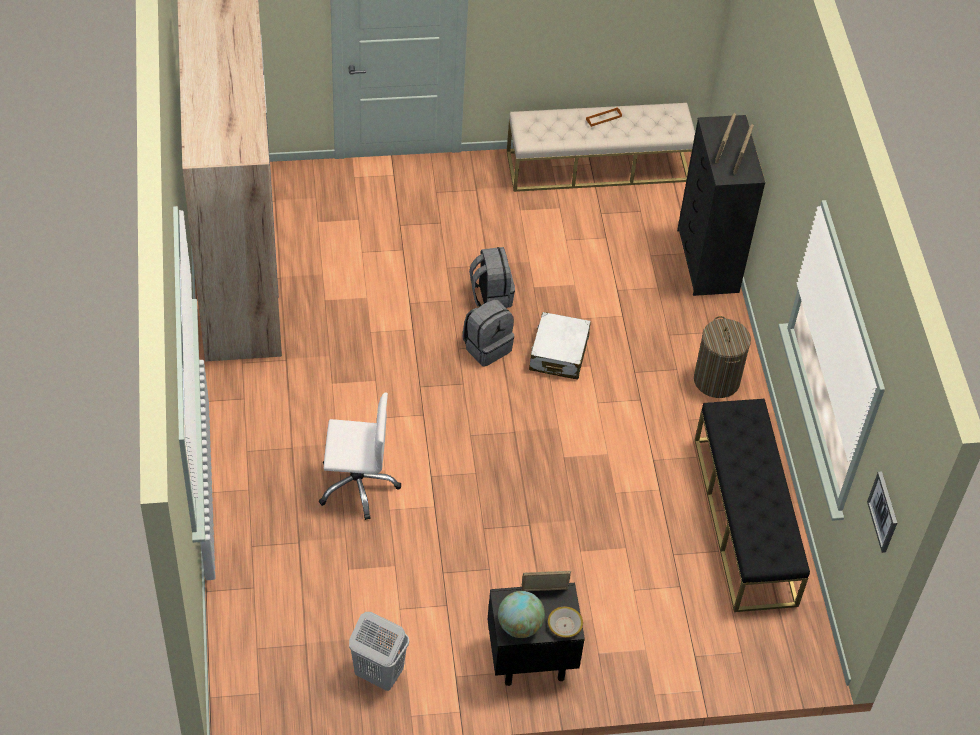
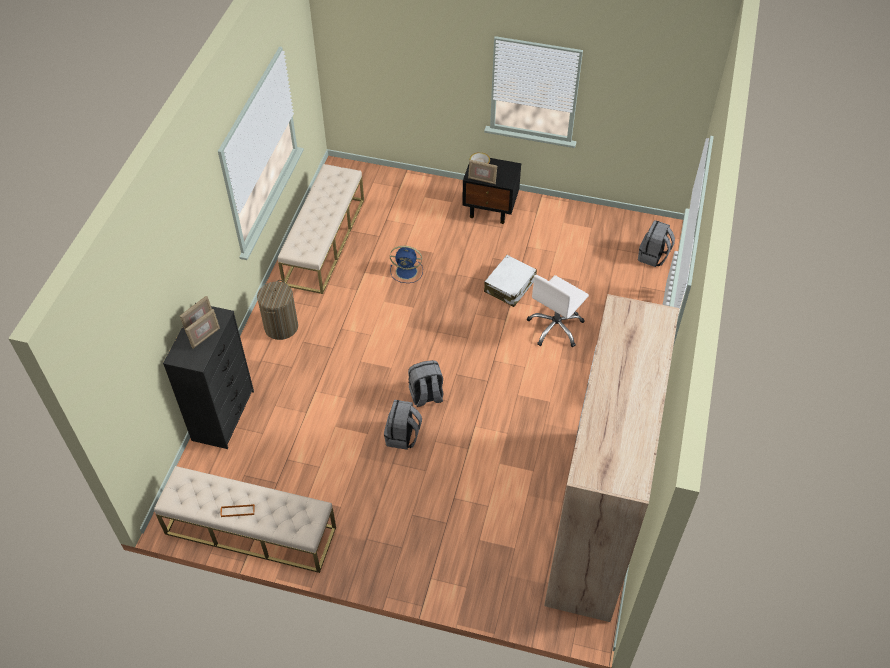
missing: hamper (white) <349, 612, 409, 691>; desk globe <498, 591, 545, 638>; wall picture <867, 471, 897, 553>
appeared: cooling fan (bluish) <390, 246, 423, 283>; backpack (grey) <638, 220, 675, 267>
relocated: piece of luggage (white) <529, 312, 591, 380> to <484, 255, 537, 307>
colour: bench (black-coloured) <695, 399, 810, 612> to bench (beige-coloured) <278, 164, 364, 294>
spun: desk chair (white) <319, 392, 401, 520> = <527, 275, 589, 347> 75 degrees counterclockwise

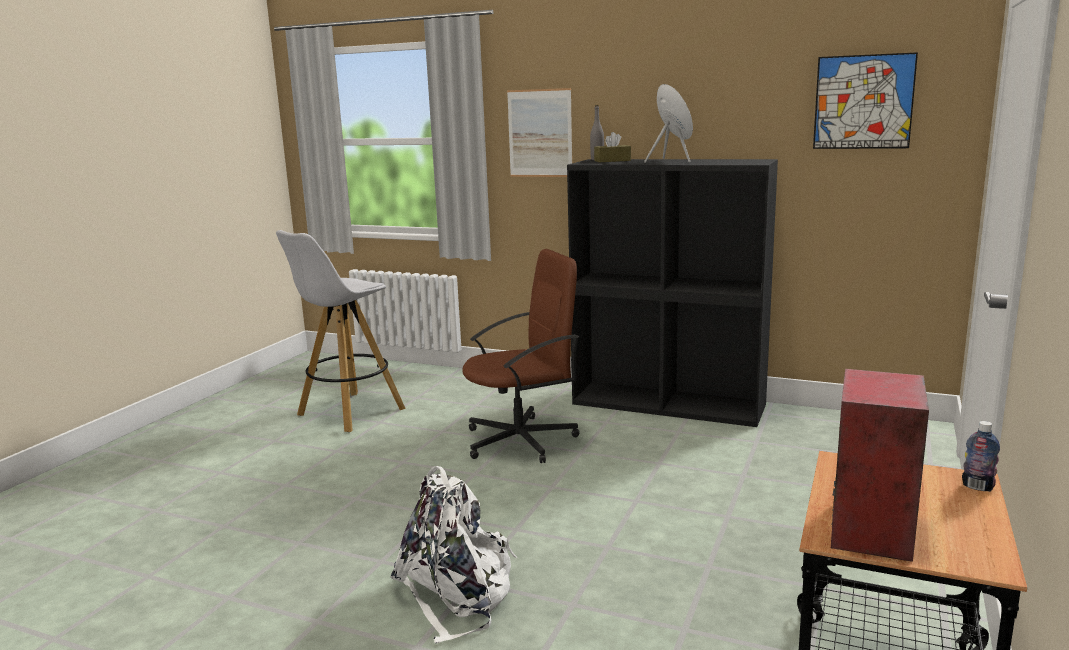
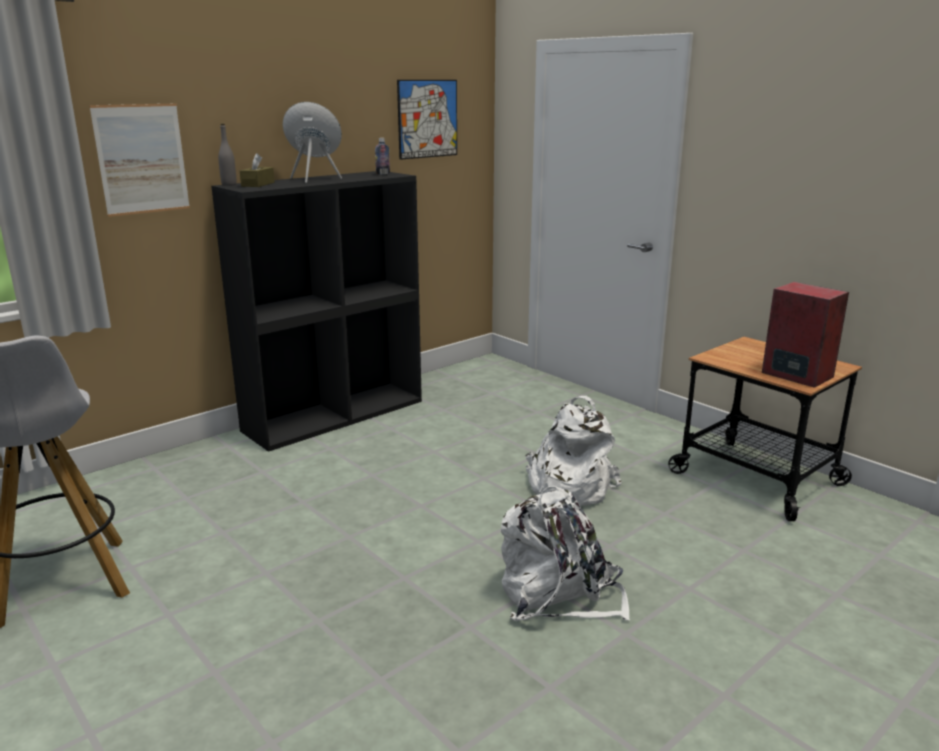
missing: desk chair (brown-coloured) <462, 249, 579, 463>
appeared: backpack (white) <525, 396, 622, 506>
relocated: drink bottle <962, 421, 1000, 491> to <375, 138, 390, 175>

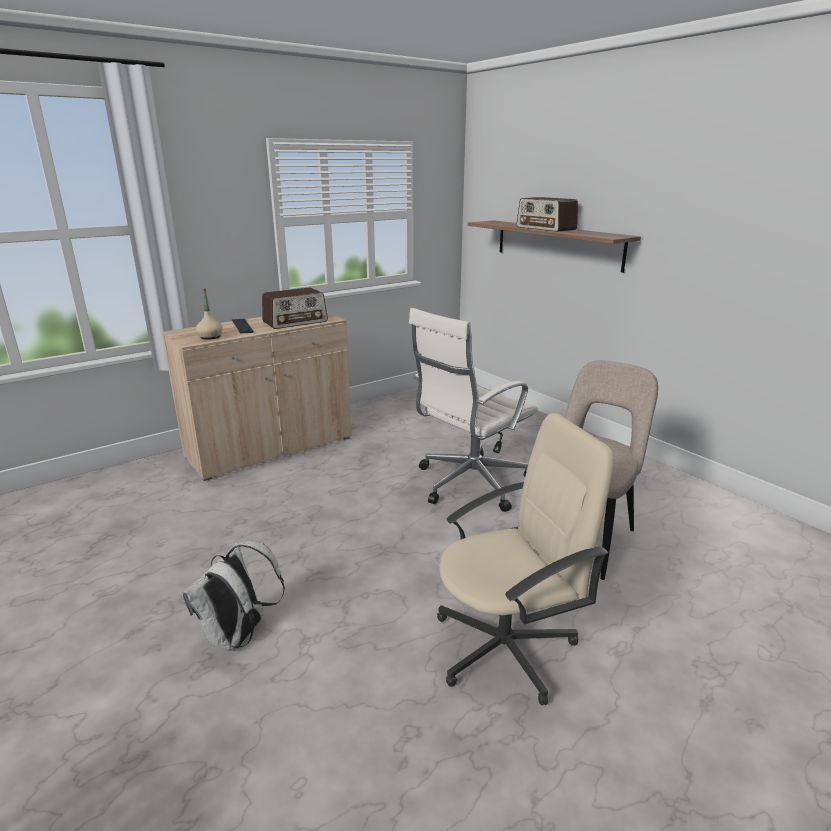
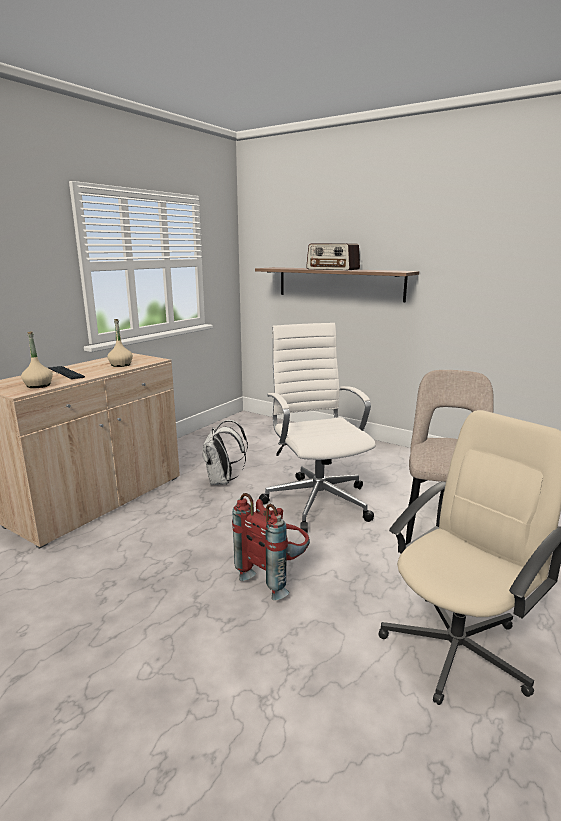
appeared: backpack (red-coloured) <232, 493, 310, 600>
relocated: backpack (white) <182, 541, 285, 651> to <203, 420, 248, 485>
exchanged: radio set <262, 287, 328, 329> to drink bottle (beige-coloured) <108, 319, 133, 367>
spun: desk chair (white) <409, 308, 538, 512> = <259, 323, 376, 533> 135 degrees clockwise

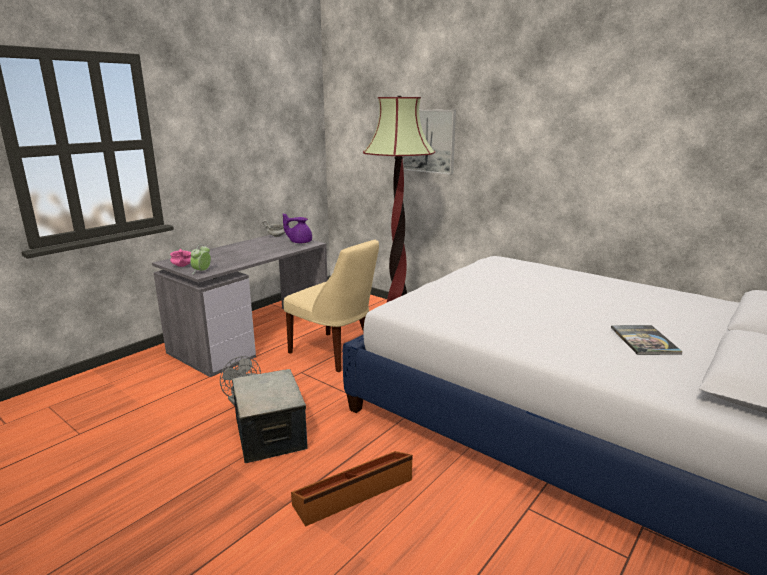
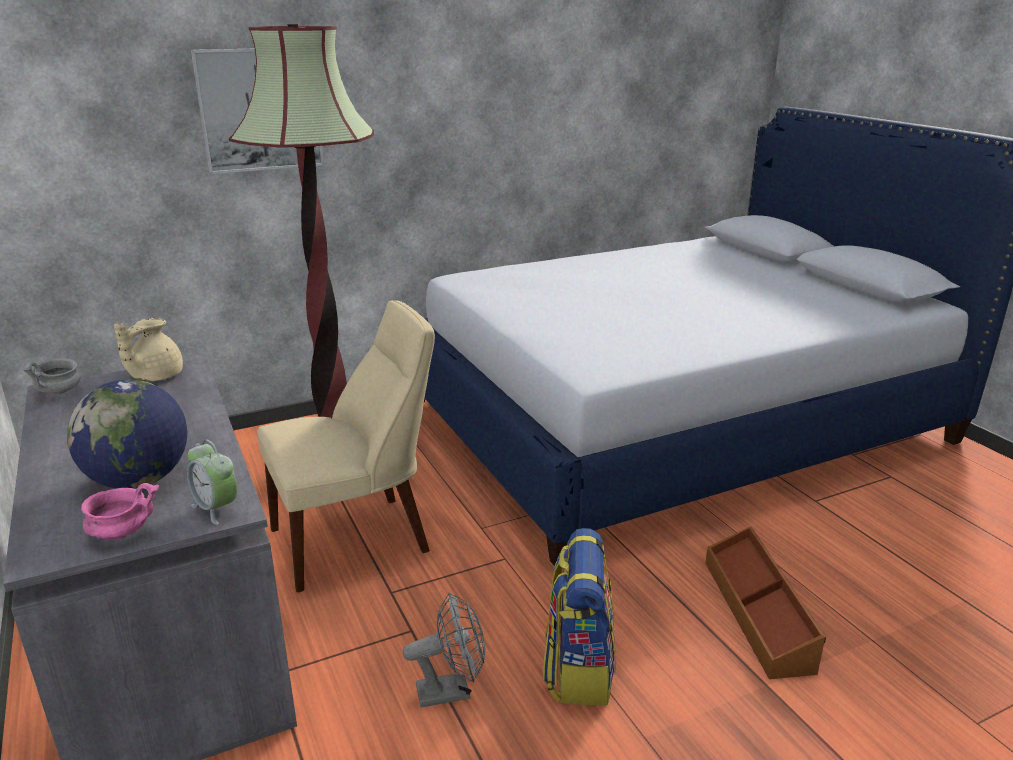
missing: bound book <611, 325, 683, 355>
appeared: desk globe <67, 379, 187, 489>
exchanged: storage box <232, 369, 308, 463> to backpack <543, 528, 616, 705>
colour: pot for tea (purplish) <283, 213, 312, 243> to pot for tea (beige-coloured) <114, 318, 183, 381>

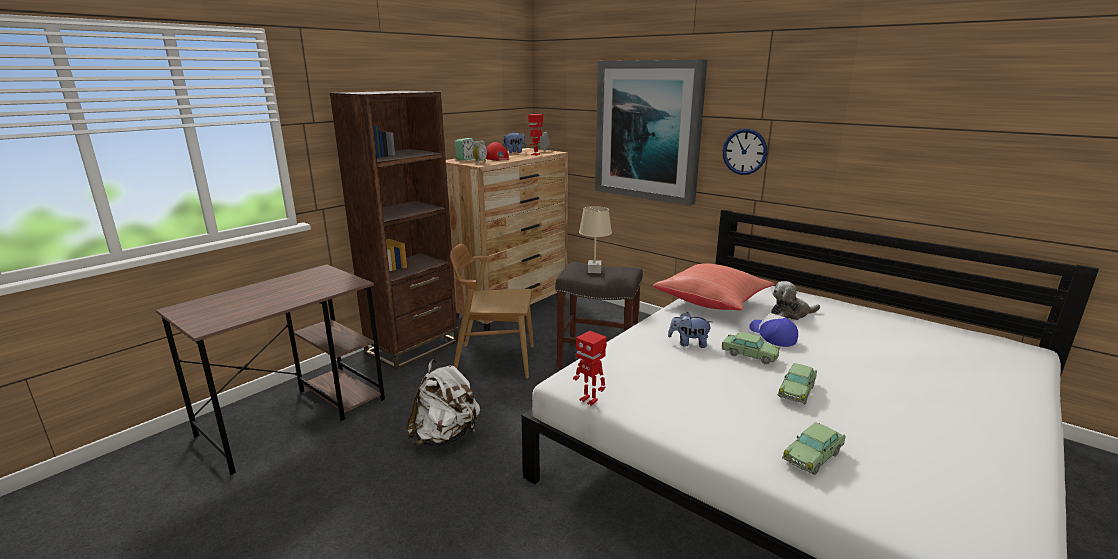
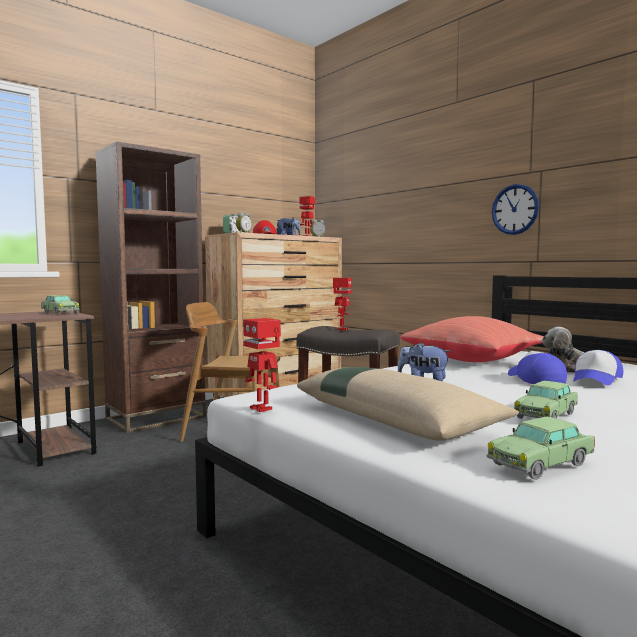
missing: backpack (white) <406, 359, 480, 446>; wall picture <595, 59, 708, 206>
appeared: cushion (beige-coloured) <297, 367, 519, 441>; baseball cap <573, 350, 623, 386>
relocated: toy car <722, 332, 780, 365> to <41, 295, 80, 315>
exchanged: table lamp (beige-coloured) <579, 206, 612, 273> to model robot <333, 278, 351, 330>

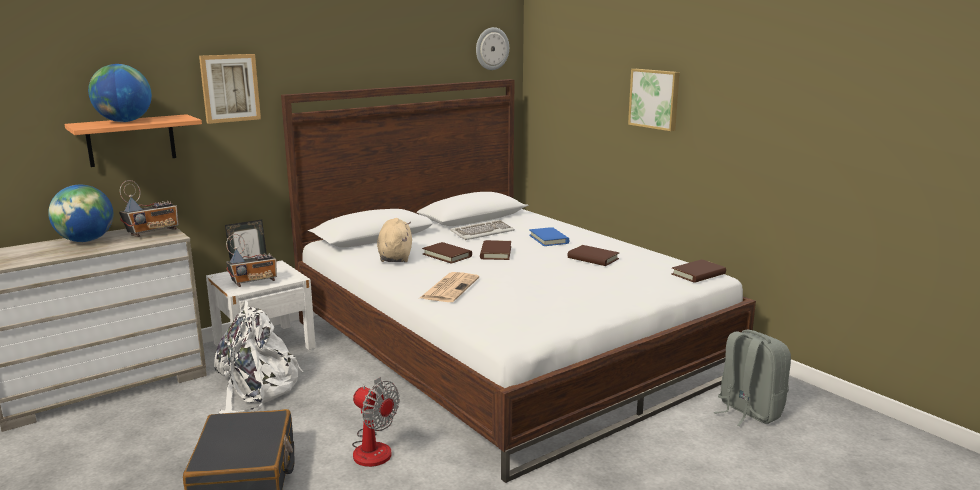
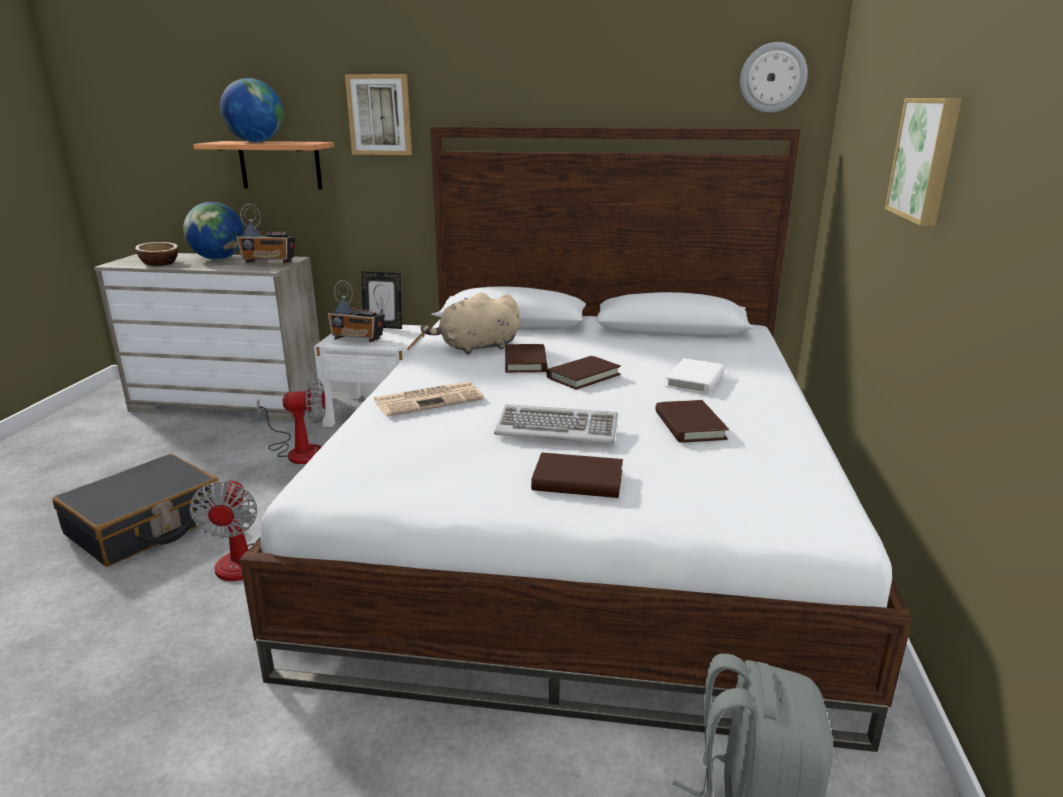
appeared: serving bowl <135, 242, 178, 266>
relocated: keyboard <450, 220, 514, 240> to <494, 404, 618, 444>; bound book (brown-coloured) <671, 259, 726, 283> to <531, 453, 623, 498>
exchanged: backpack (white) <214, 301, 303, 414> to cooling fan <257, 377, 326, 464>
colour: bound book (bluish) <529, 227, 569, 246> to bound book (white) <665, 358, 724, 394>
spun: plush toy (beige-coloured) <377, 218, 412, 262> = <421, 292, 520, 355> 150 degrees counterclockwise

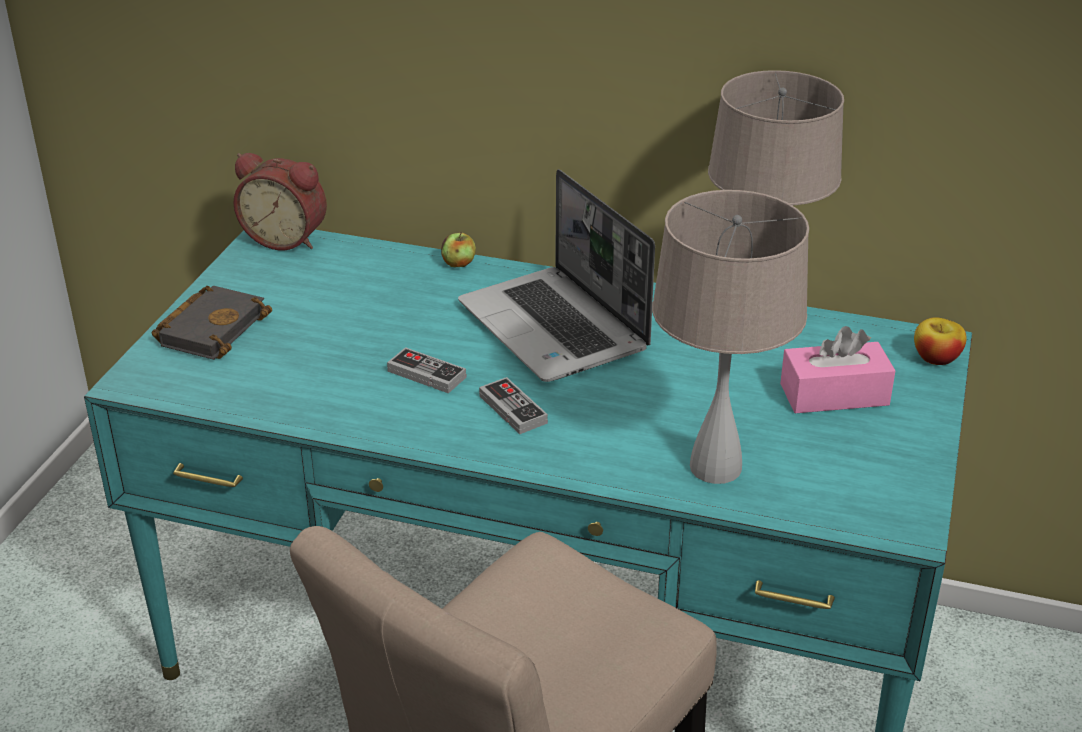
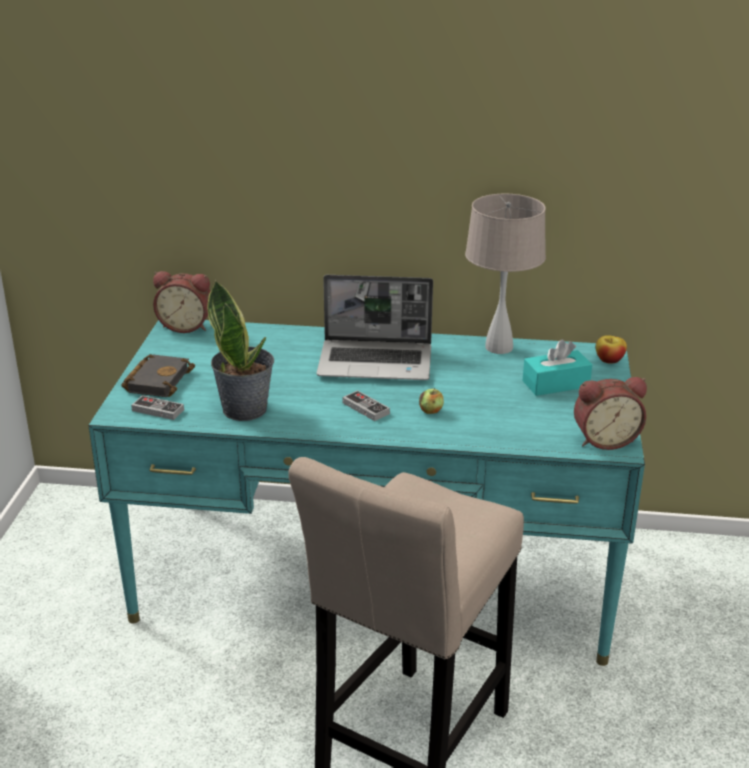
missing: table lamp (beige-coloured) <652, 190, 809, 484>
appeared: houseplant <207, 280, 274, 421>; table clock <574, 377, 647, 450>
relocated: gamepad <387, 347, 466, 394> to <131, 395, 184, 420>; whole apple <441, 232, 476, 267> to <419, 388, 444, 414>
colour: tissue box (pink-coloured) <780, 326, 896, 413> to tissue box (turquoise-coloured) <523, 339, 592, 396>
spun: portable computer <458, 169, 655, 382> = <316, 275, 433, 380> 45 degrees counterclockwise

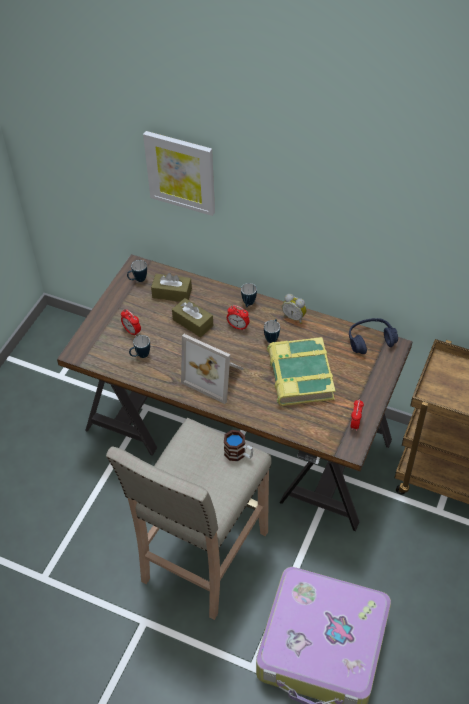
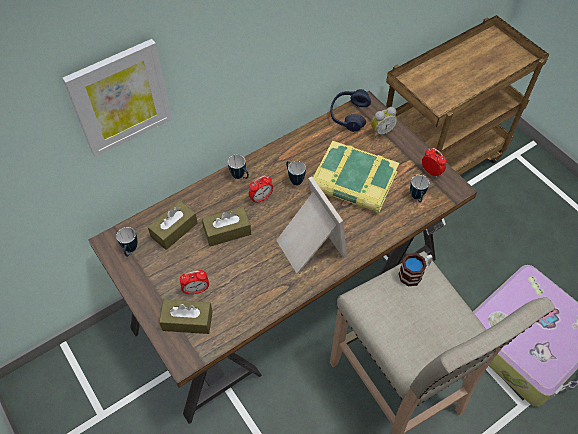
appeared: tissue box (brown-coloured) <159, 299, 213, 334>
relocated: mug <129, 335, 150, 358> to <410, 175, 430, 203>; table clock <282, 294, 307, 324> to <371, 107, 397, 137>
spun: photo frame <181, 334, 244, 404> = <276, 176, 347, 273> 90 degrees counterclockwise

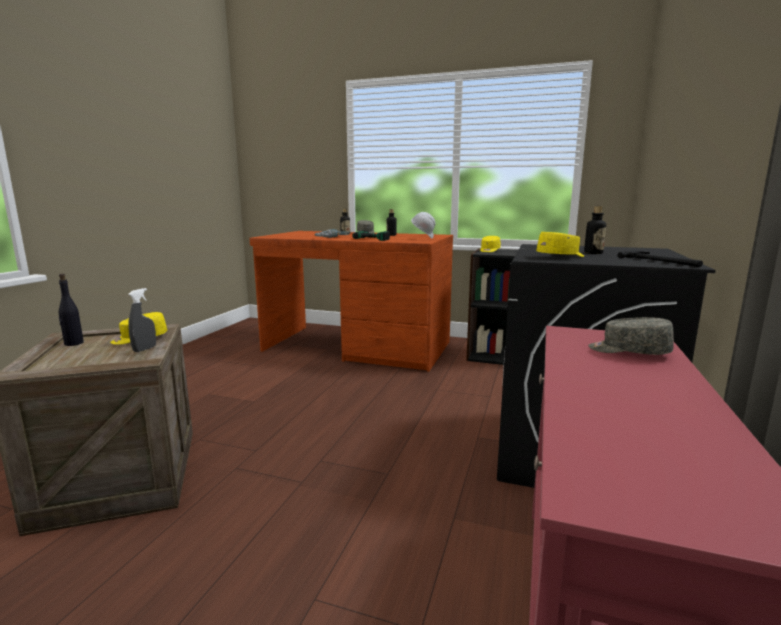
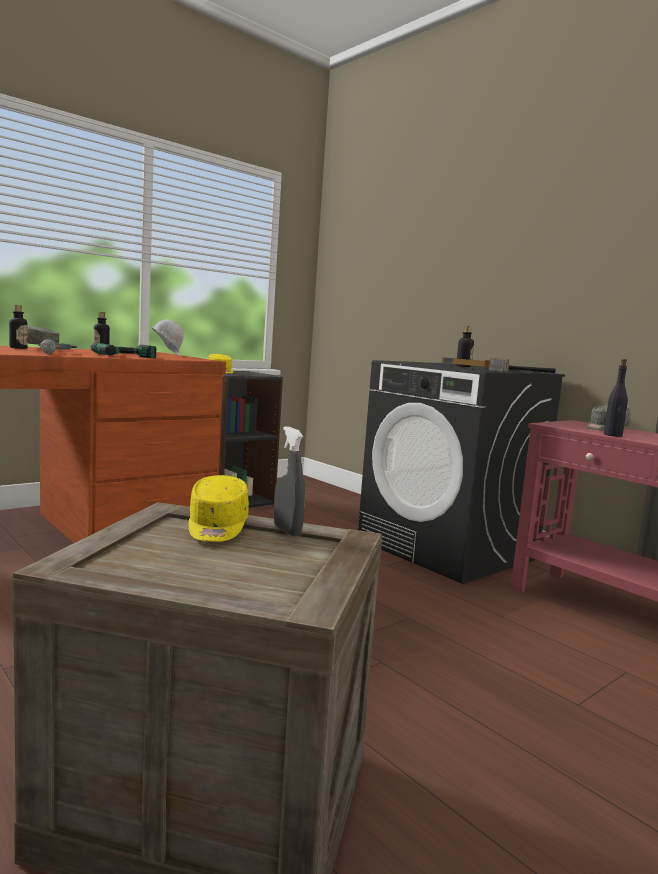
relocated: drink bottle (black-coloured) <58, 274, 84, 346> to <604, 359, 628, 437>
exchanged: baseball cap (yellowish) <537, 232, 584, 257> to hammer <442, 357, 509, 372>

